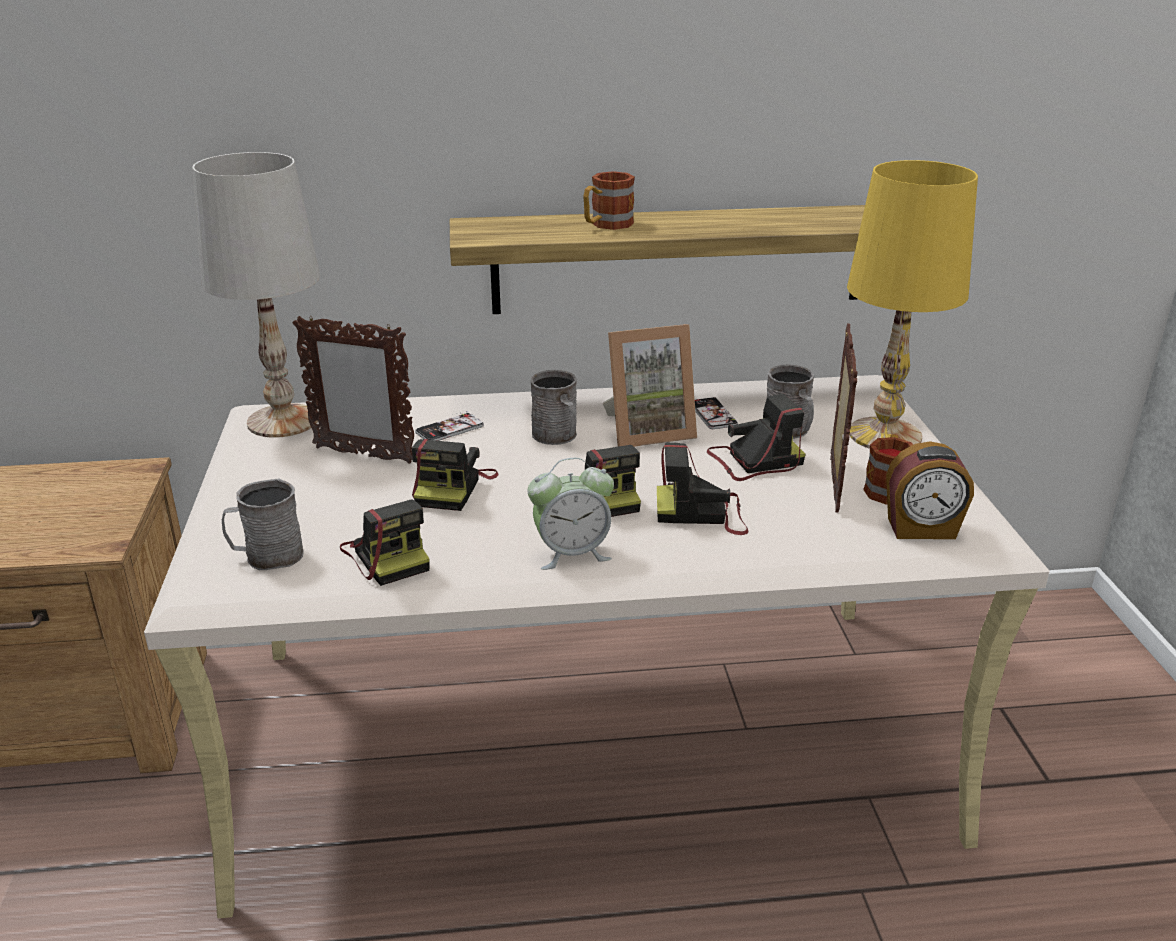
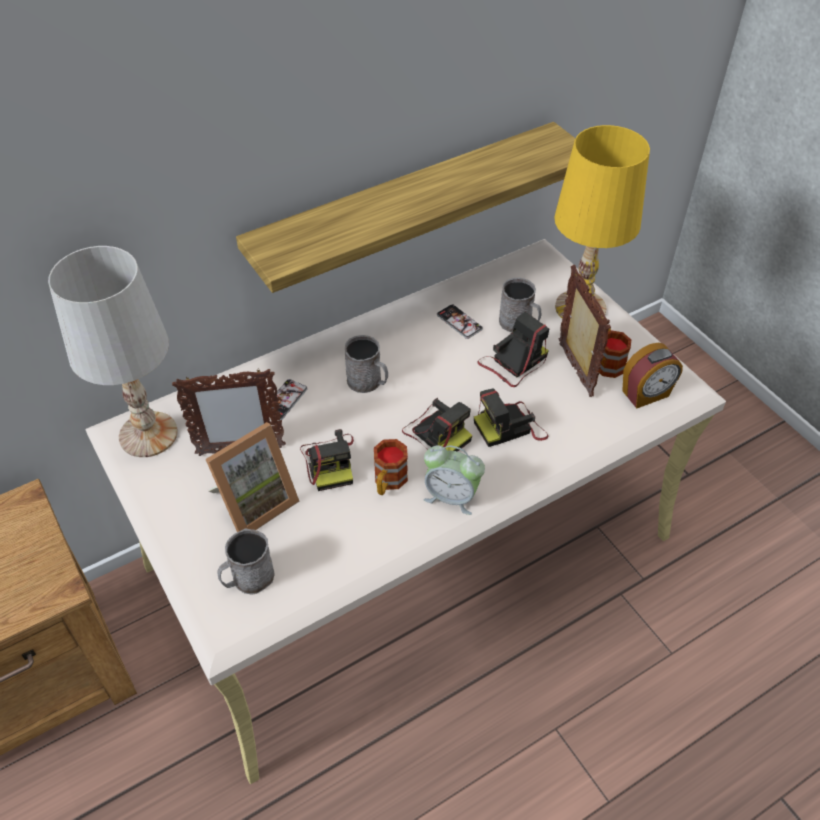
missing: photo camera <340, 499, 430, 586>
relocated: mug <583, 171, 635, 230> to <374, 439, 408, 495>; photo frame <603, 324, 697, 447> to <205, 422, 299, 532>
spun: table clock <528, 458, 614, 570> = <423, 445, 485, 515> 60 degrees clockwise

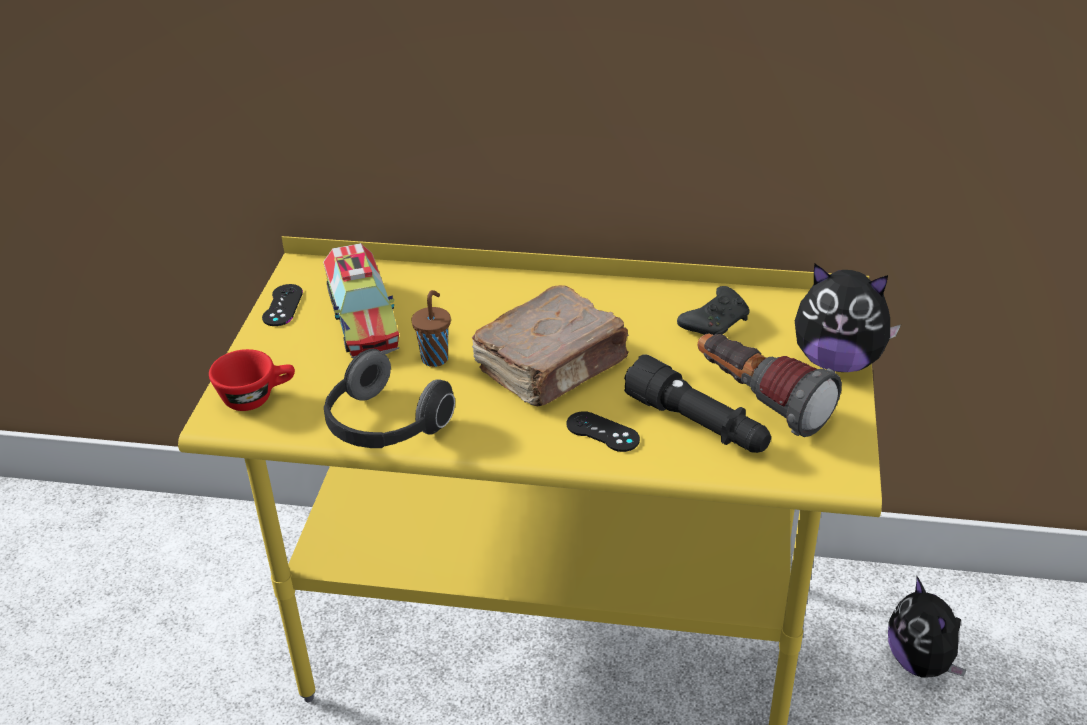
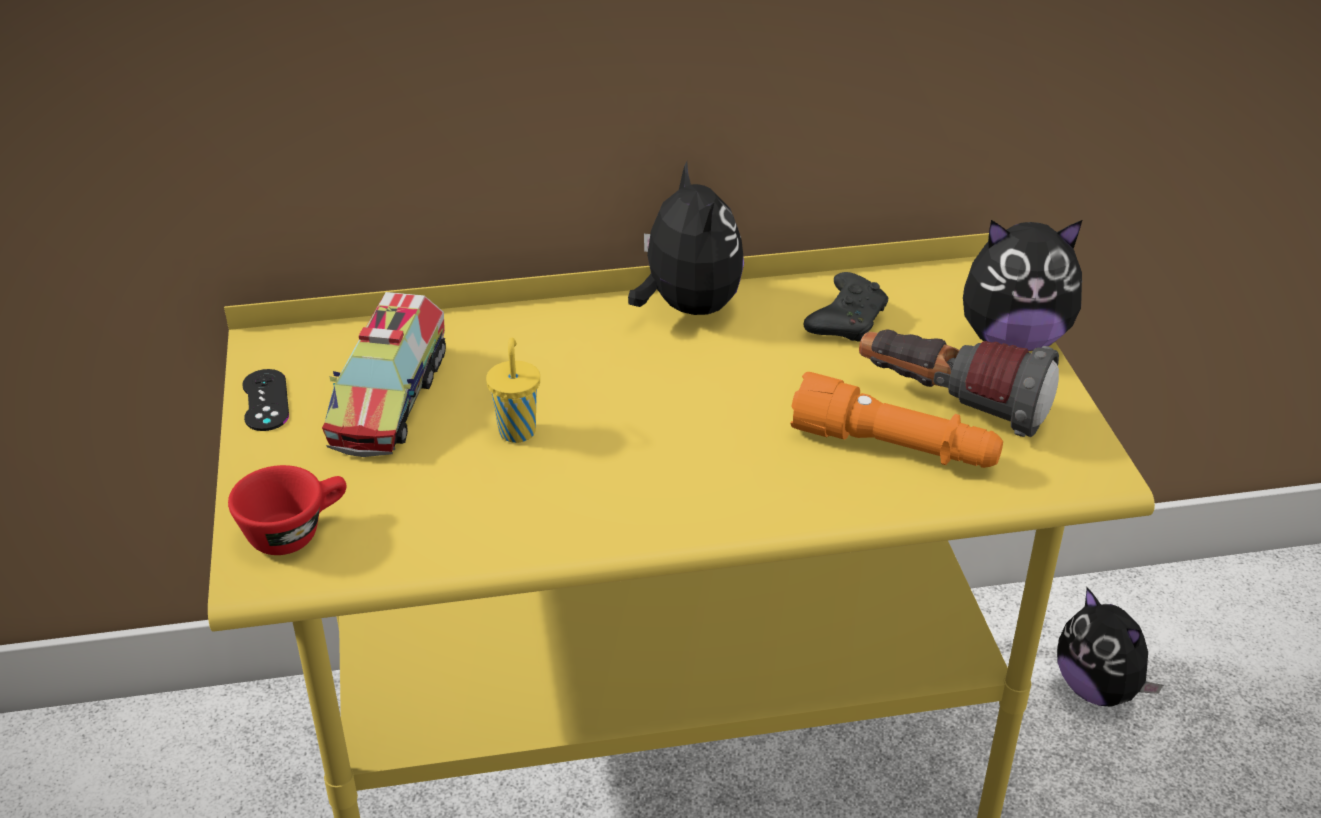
missing: headset <324, 349, 455, 448>; bound book (brown-coloured) <472, 285, 629, 406>; gamepad (black-coloured) <566, 411, 640, 452>
appeared: plush toy <628, 161, 744, 315>
colour: cup (brown-coloured) <411, 290, 451, 367> to cup (yellowish) <486, 338, 540, 443>; hand torch (black-coloured) <624, 354, 771, 453> to hand torch (orangey) <790, 372, 1003, 468>
spun: toy lorry <323, 243, 399, 358> = <322, 292, 446, 457> 45 degrees clockwise

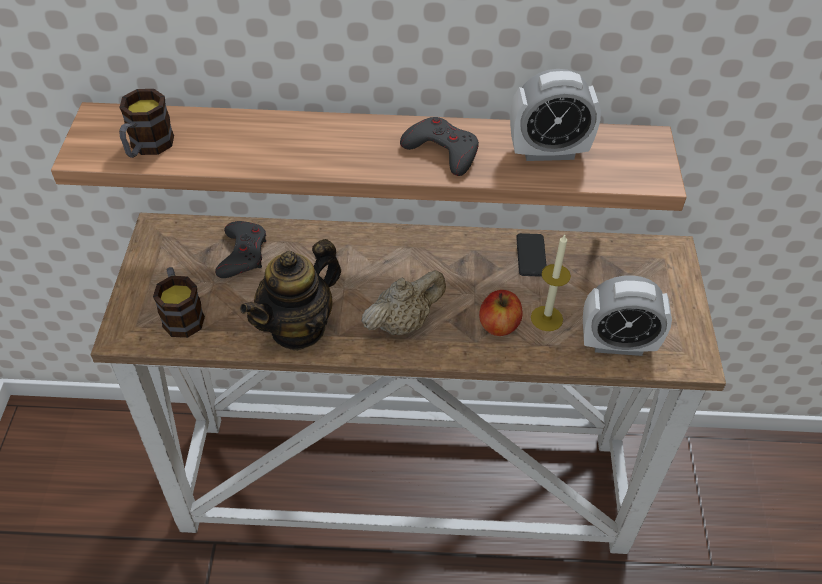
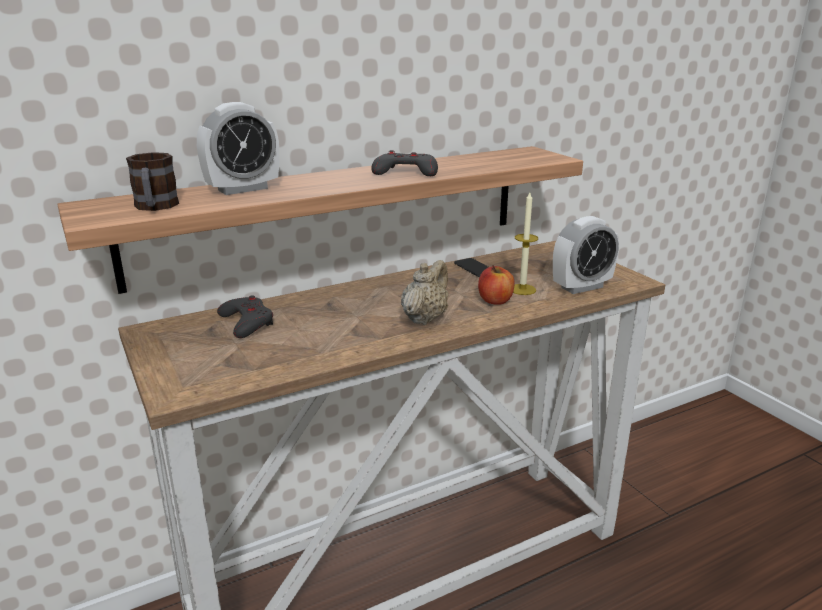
missing: mug <153, 267, 205, 338>; pot for tea <240, 239, 341, 351>
relocated: table clock <510, 69, 601, 161> to <197, 102, 279, 195>

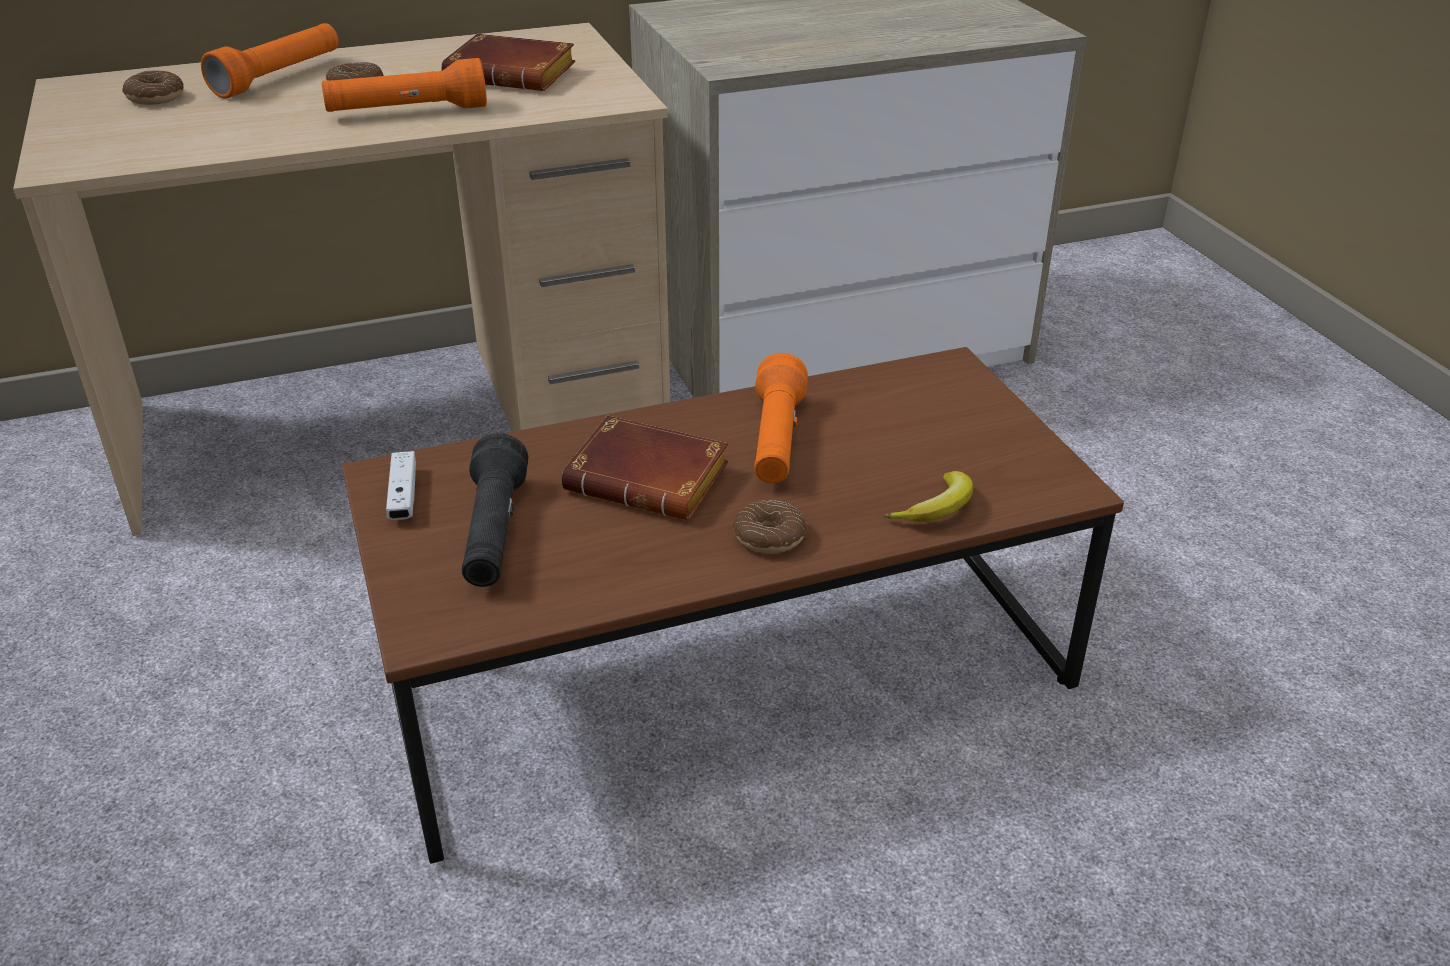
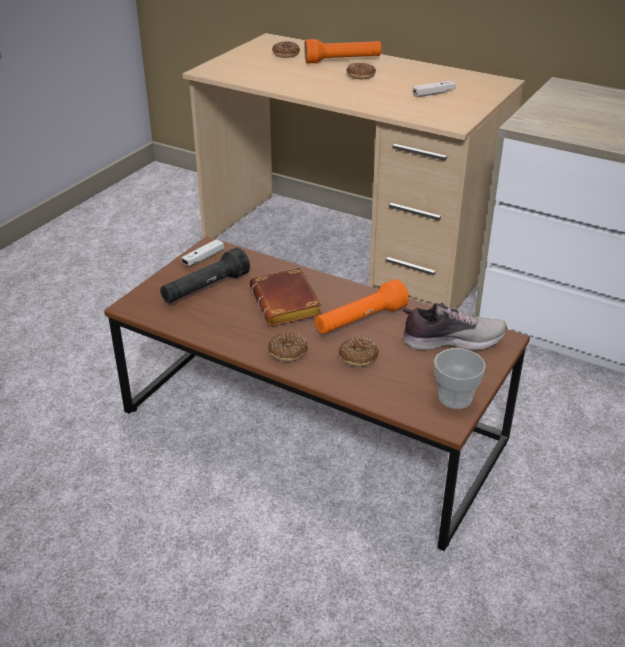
missing: hand torch (orangey) <321, 58, 487, 112>; banana fruit <884, 471, 973, 522>
appeared: donut <339, 338, 379, 367>; low shoe <402, 303, 507, 350>; cup <434, 348, 486, 409>
exchanged: bound book (brown-coloured) <441, 34, 575, 91> to gamepad (white) <413, 81, 456, 97>

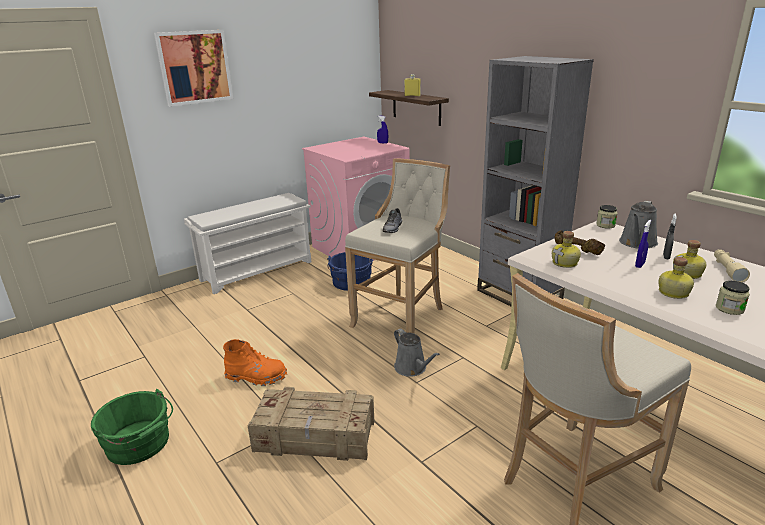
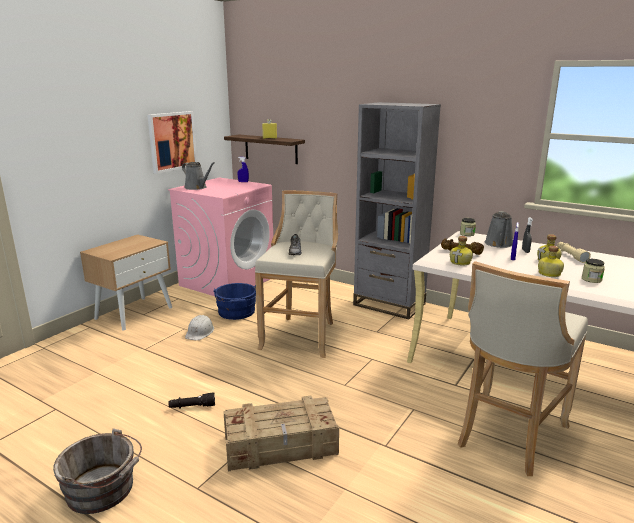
appeared: safety helmet (white) <185, 315, 214, 340>
relocated: wall picture <154, 30, 233, 107> to <147, 111, 197, 174>; watering pot (grey) <394, 329, 440, 377> to <182, 162, 215, 190>
exchanged: shoe shelf (white) <184, 193, 311, 294> to bedside table (beige-coloured) <80, 235, 172, 331>; tall boot (orangey) <223, 339, 287, 386> to hand torch (black-coloured) <168, 392, 215, 409>
colour: pail (green-coloured) <91, 389, 173, 465> to pail (grey) <53, 428, 142, 514>

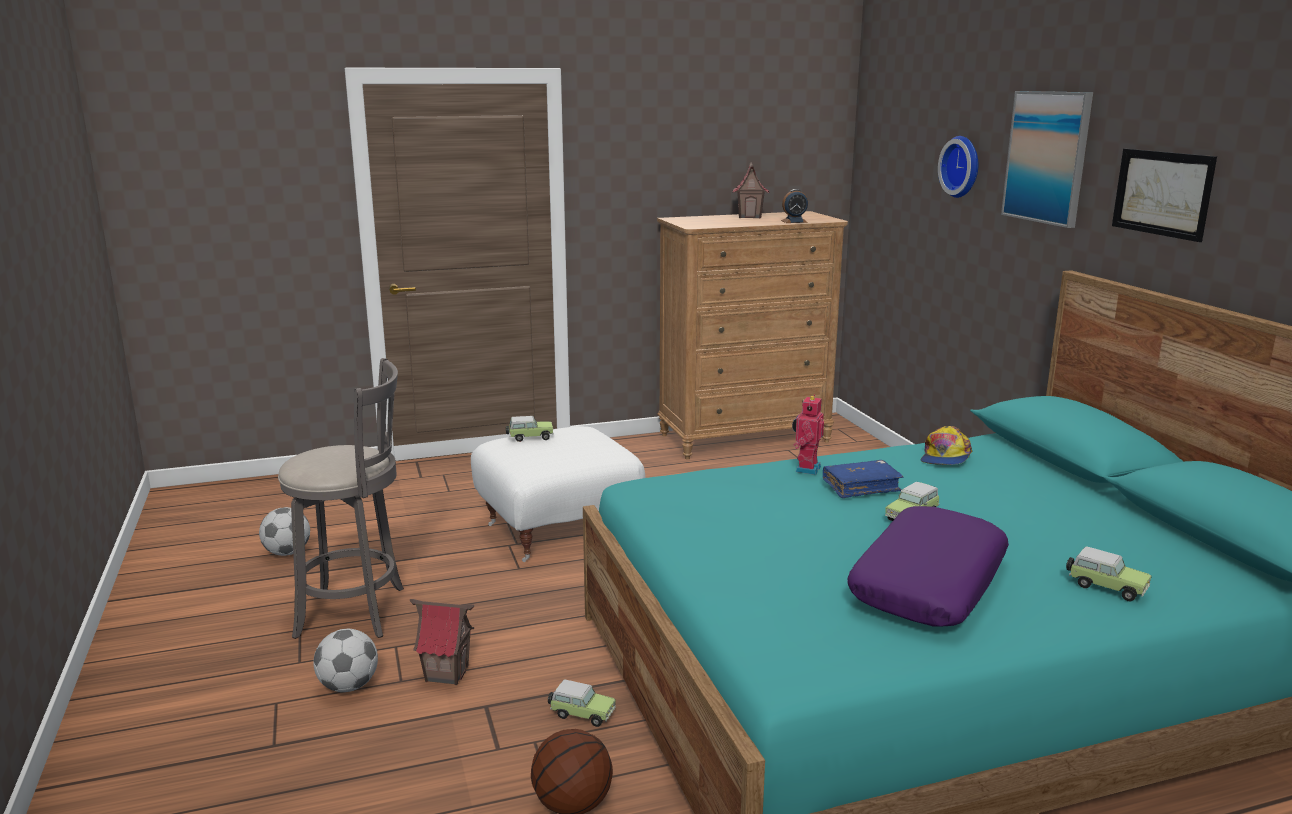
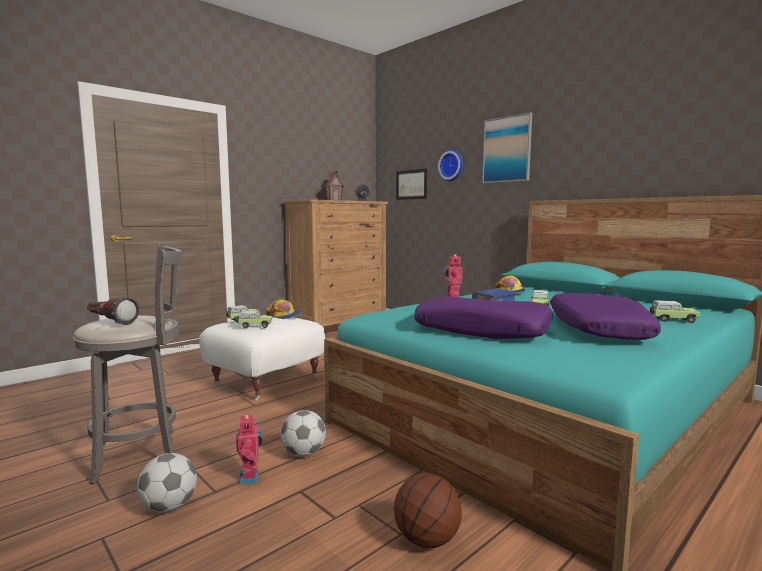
appeared: hand torch <87, 297, 139, 325>; baseball cap <266, 299, 301, 319>; cushion (purplish) <414, 296, 553, 339>
relocated: football <259, 507, 310, 556> to <281, 410, 326, 457>; toy car <548, 680, 616, 727> to <236, 311, 272, 328>; wall picture <1112, 149, 1217, 242> to <396, 168, 427, 200>
exchanged: toy house <410, 599, 474, 685> to model robot <236, 412, 262, 485>

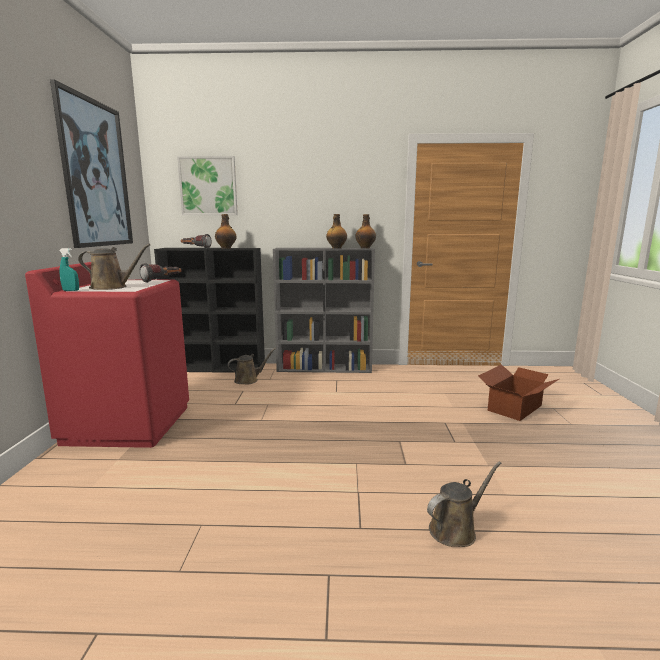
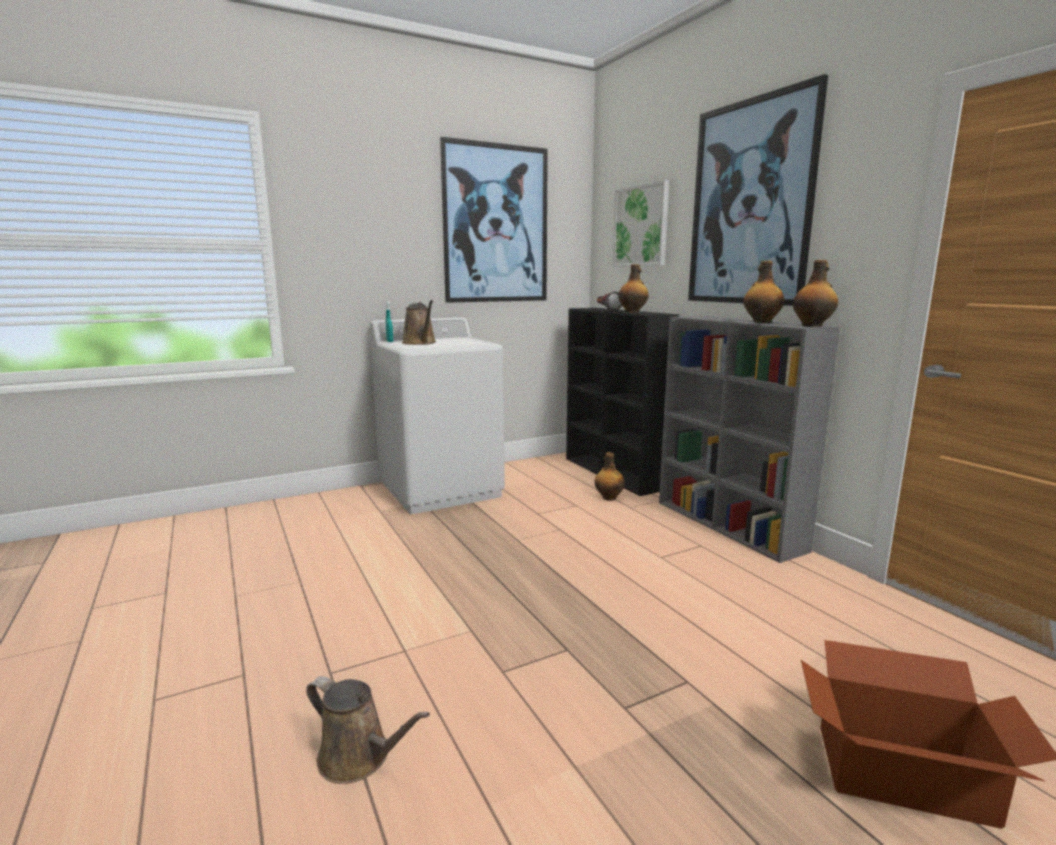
missing: hand torch <140, 263, 182, 283>
appeared: wall picture <688, 74, 828, 306>
exchanged: watering pot (brown-coloured) <228, 348, 276, 384> to drink bottle <594, 452, 625, 501>
colour: washing machine (red-coloured) <25, 262, 189, 448> to washing machine (white) <370, 317, 505, 514>

